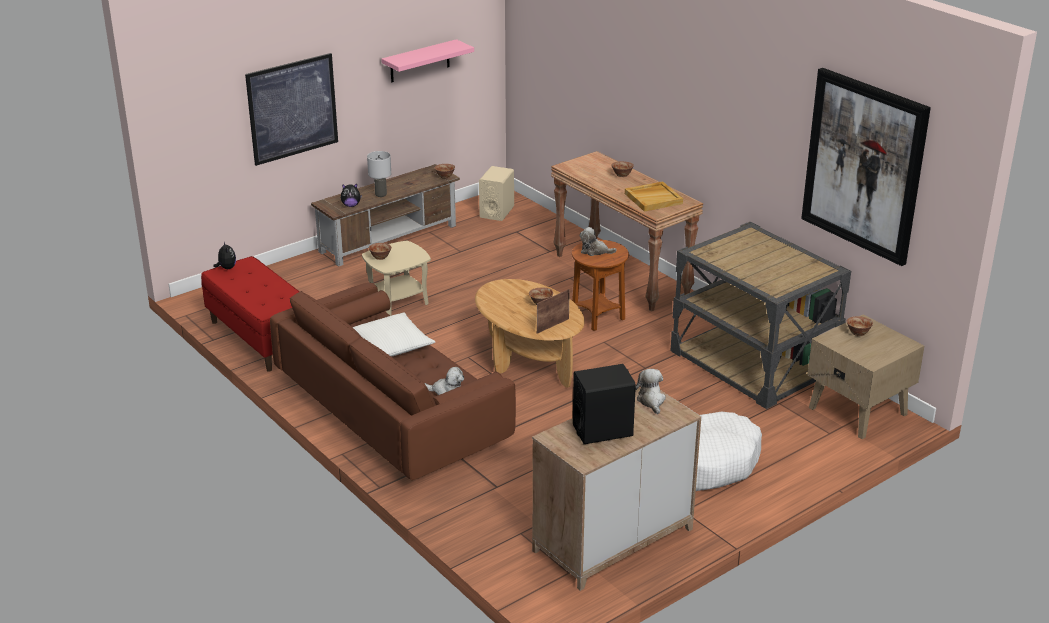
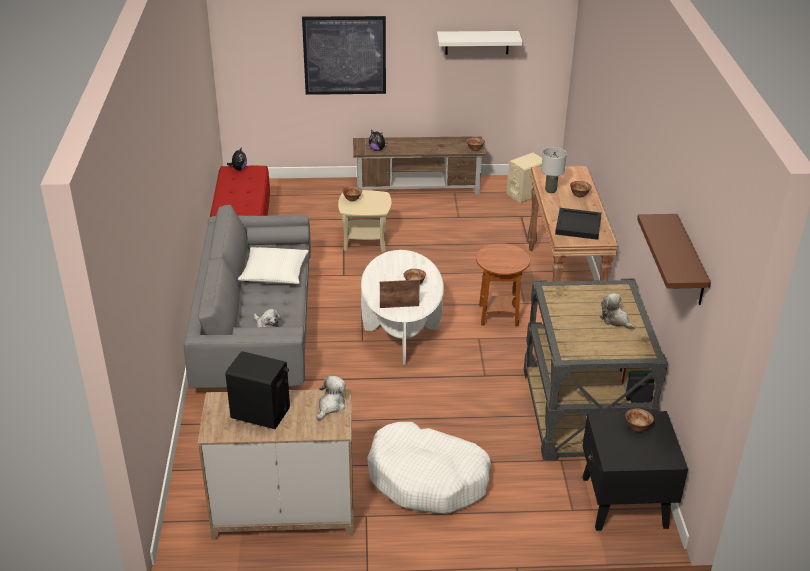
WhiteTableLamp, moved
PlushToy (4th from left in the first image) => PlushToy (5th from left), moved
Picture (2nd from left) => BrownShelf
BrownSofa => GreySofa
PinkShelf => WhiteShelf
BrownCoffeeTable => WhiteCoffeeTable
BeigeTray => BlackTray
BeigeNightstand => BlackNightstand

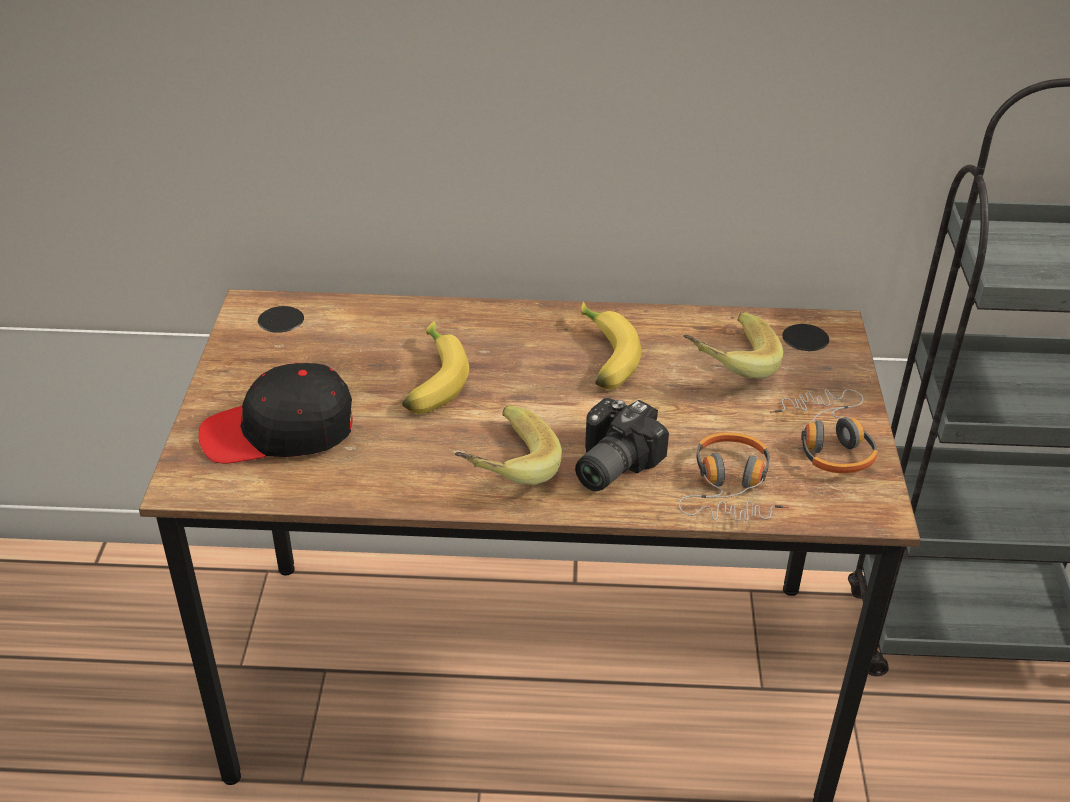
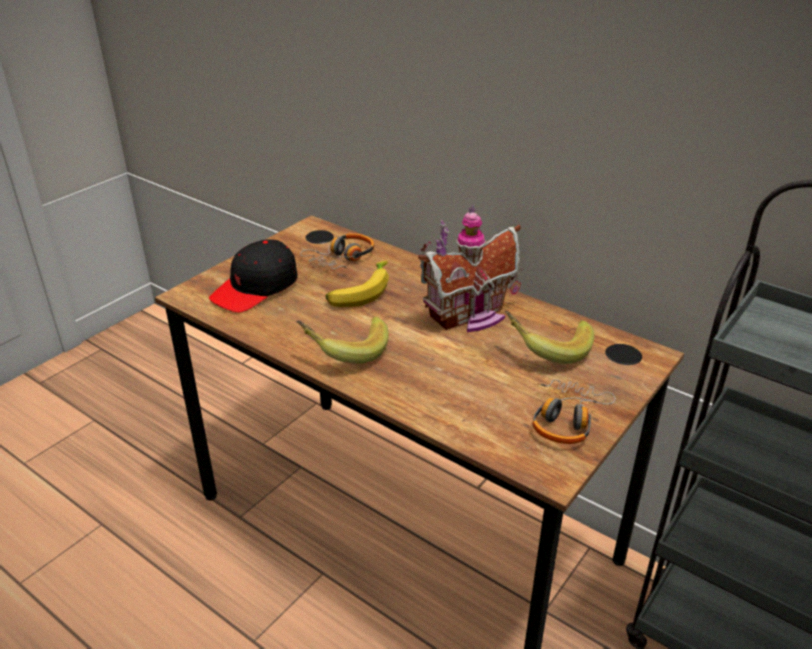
PhotoCamera => nothing
Headphones (1st from left), moved
Banana (3rd from left) => ToyHouse
BlackCap, 75 degrees counterclockwise

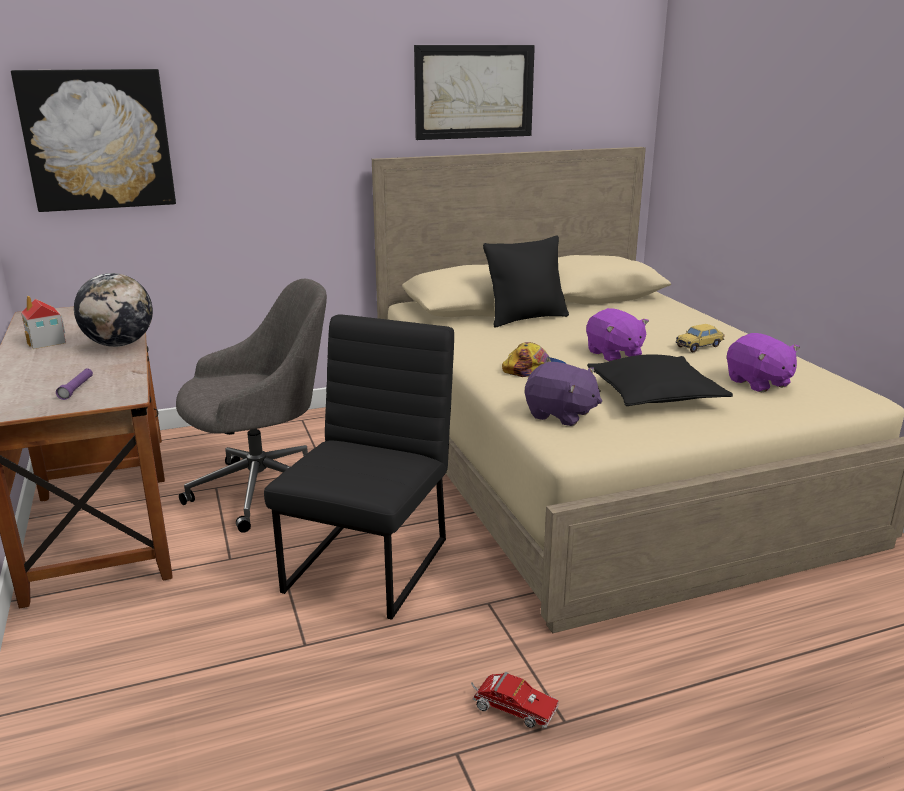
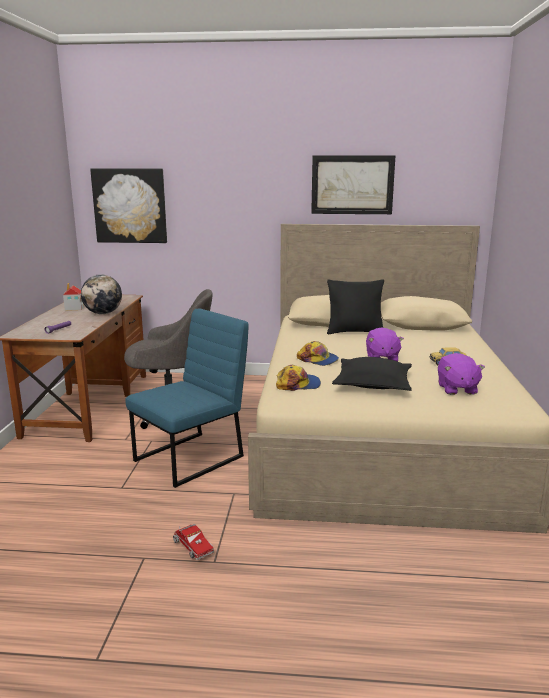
PurplePlushToy (1st from left) => Cap (1st from left)
BlackChair => BlueChair

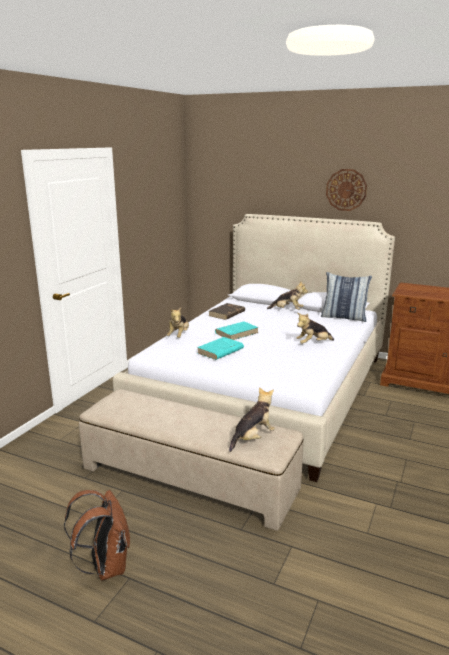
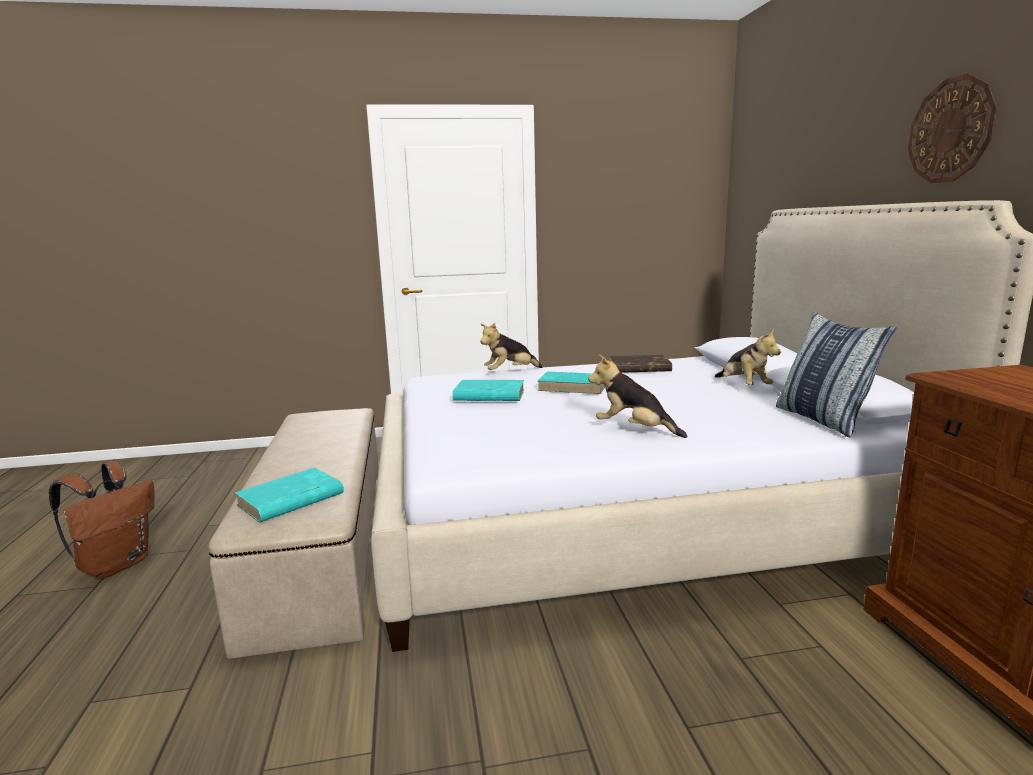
PlushToy (2nd from left) => TurquoiseBook (1st from left)

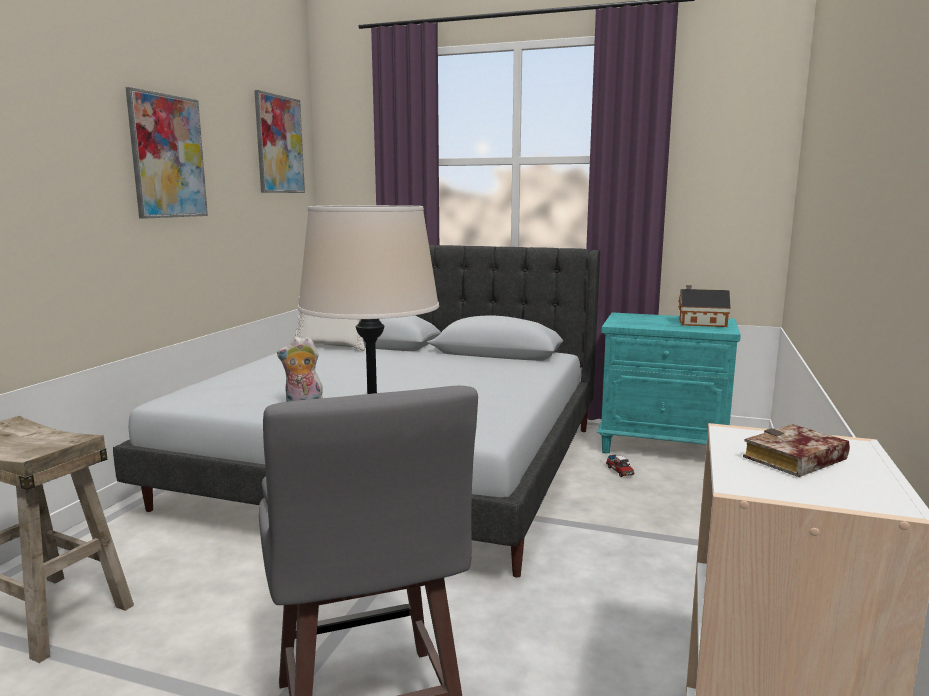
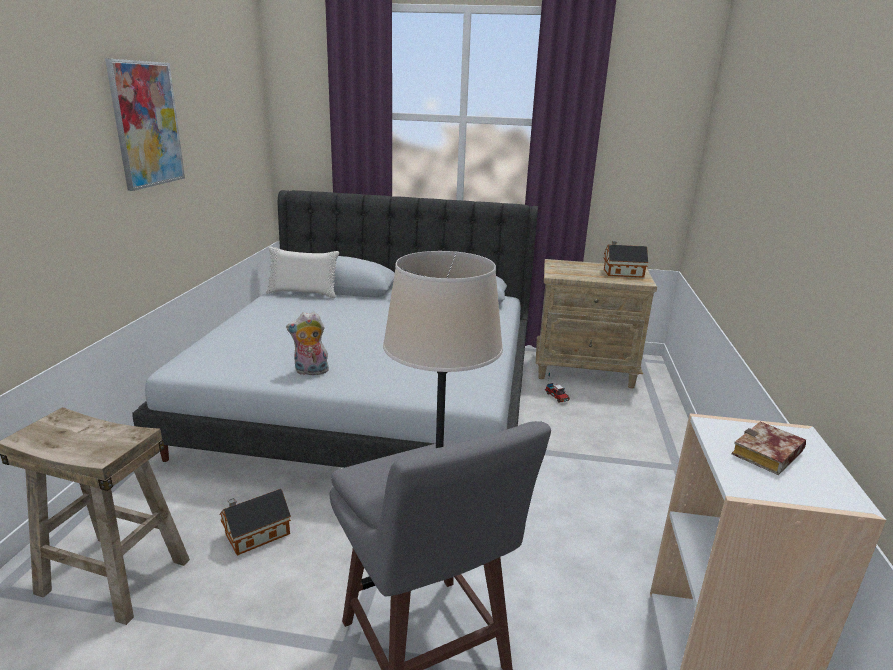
Picture (2nd from left) => nothing
nothing => ToyHouse (1st from left)
TurquoiseNightstand => BeigeNightstand

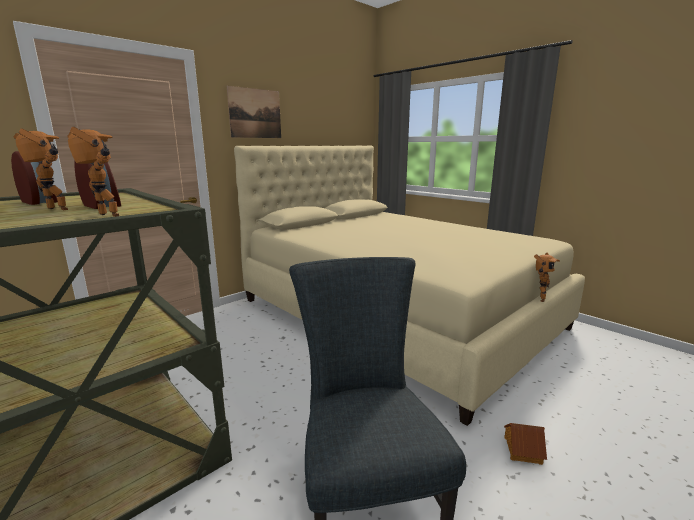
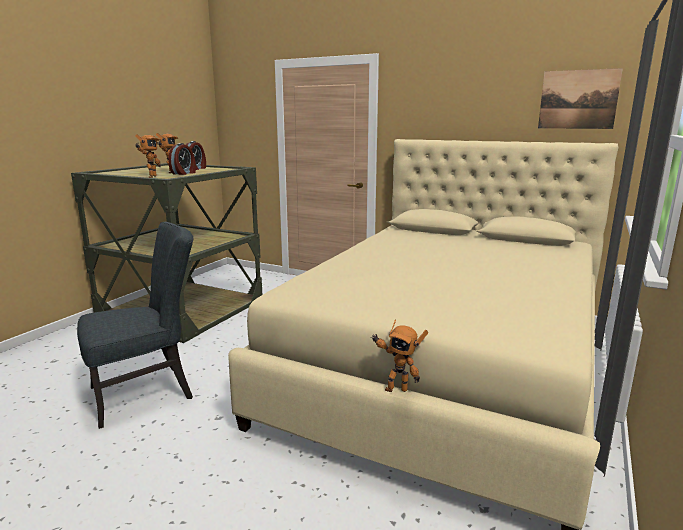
ToyHouse => nothing
Picture, moved

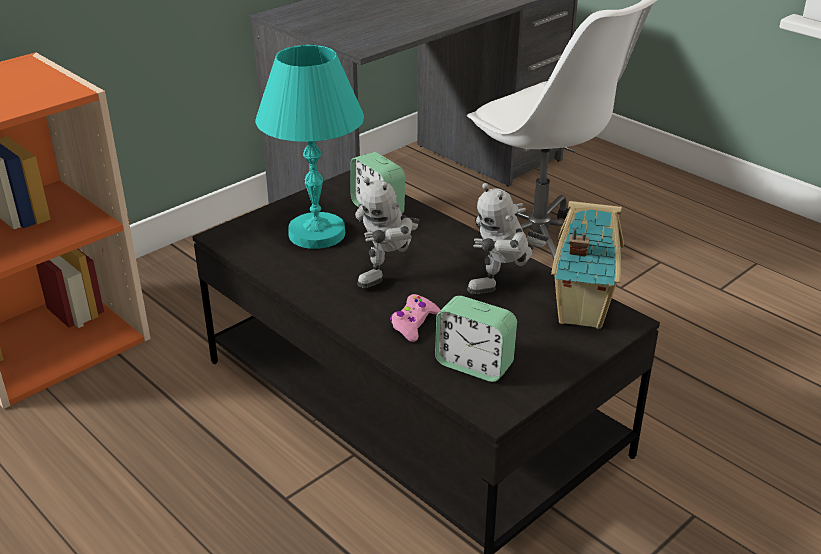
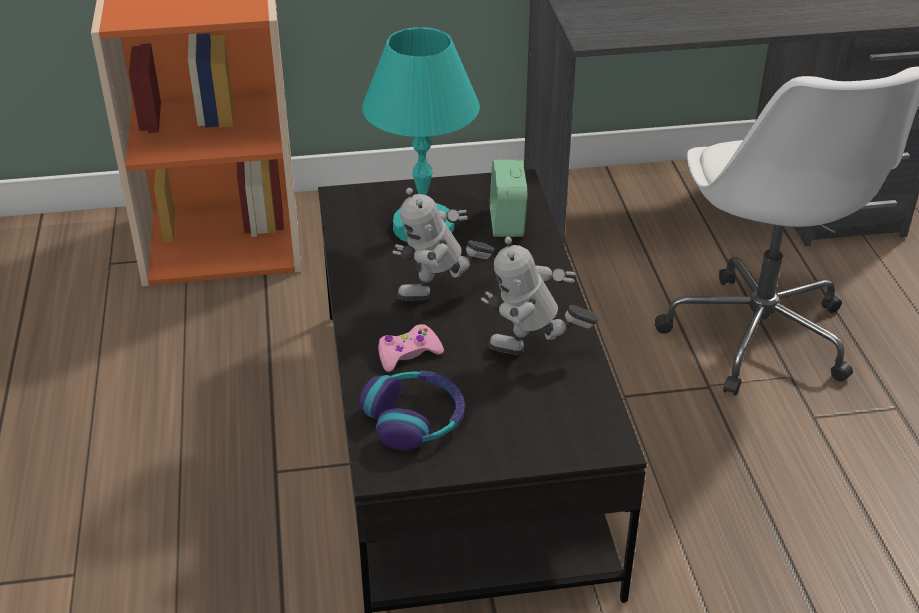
ToyHouse => nothing
AlarmClock (2nd from left) => Headphones

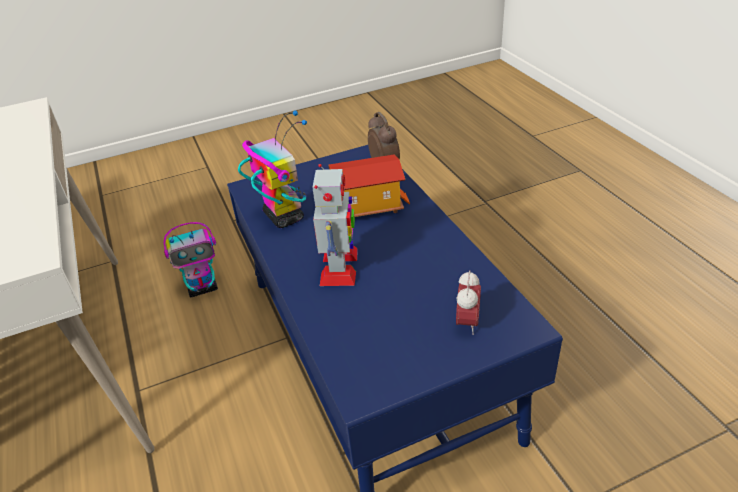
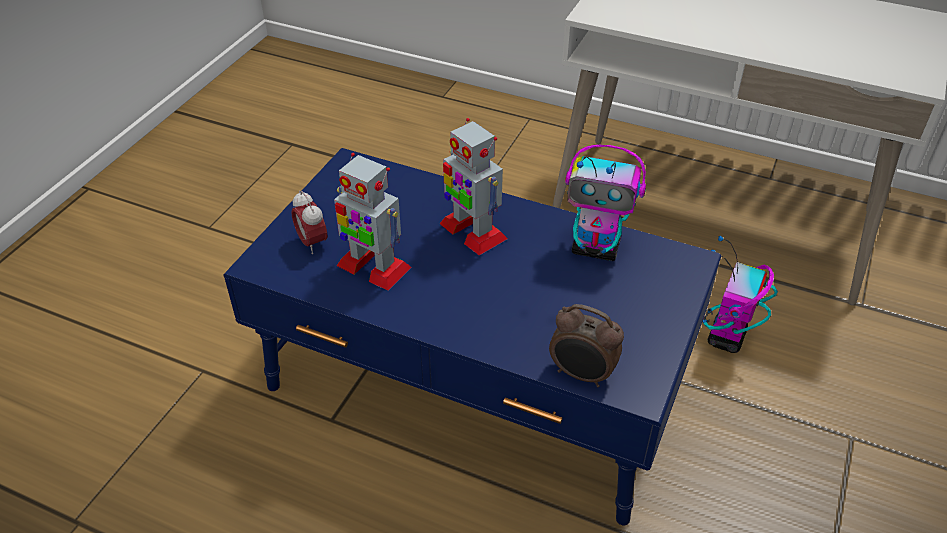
ToyHouse => nothing
nothing => ToyRobot (1st from left)

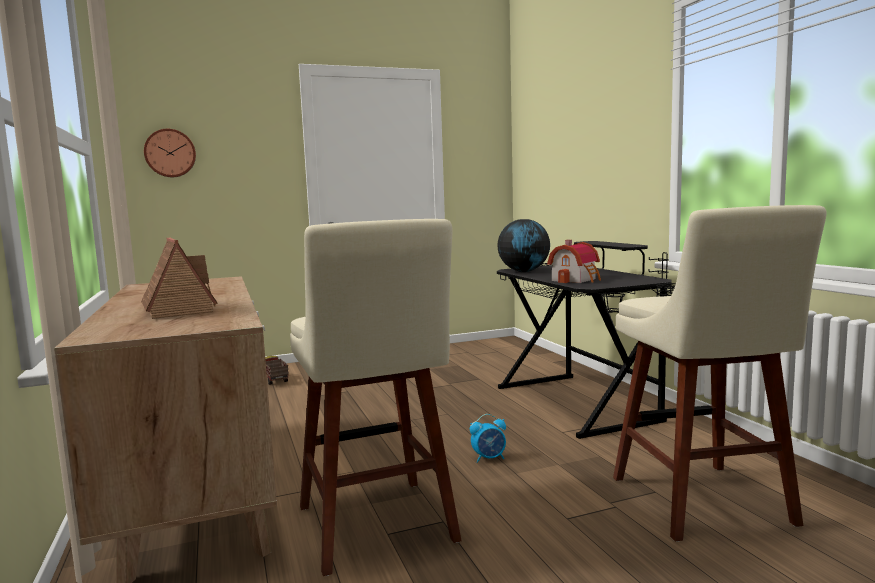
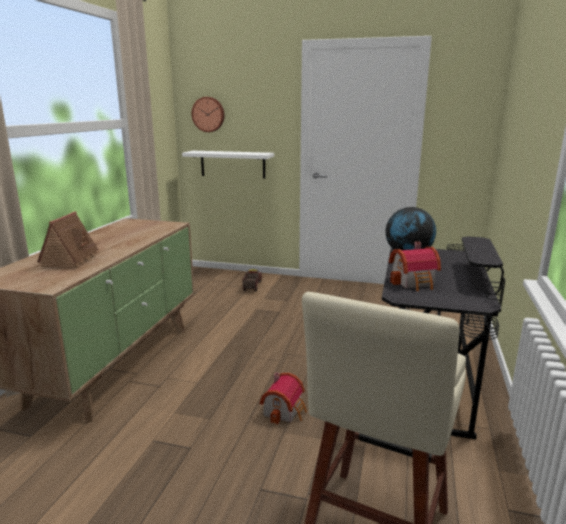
BeigeStool (1st from left) => nothing
nothing => WhiteShelf
AlarmClock => ToyHouse (2nd from left)

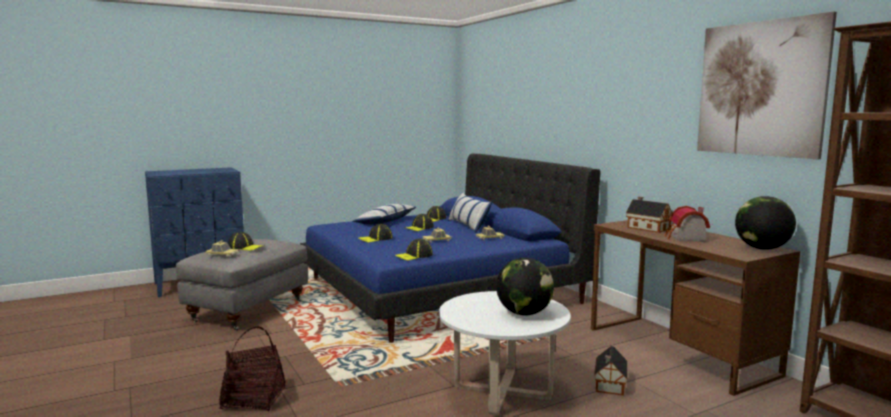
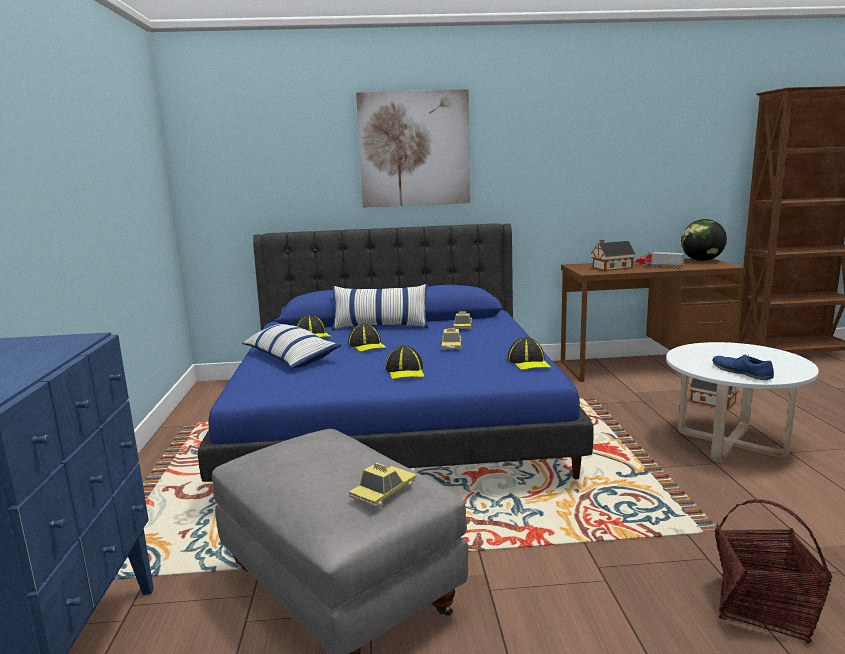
Cap (1st from left) => nothing
Globe (1st from left) => nothing
nothing => BlueShoe
Picture, moved
ToyHouse (3rd from left) => ToyTruck

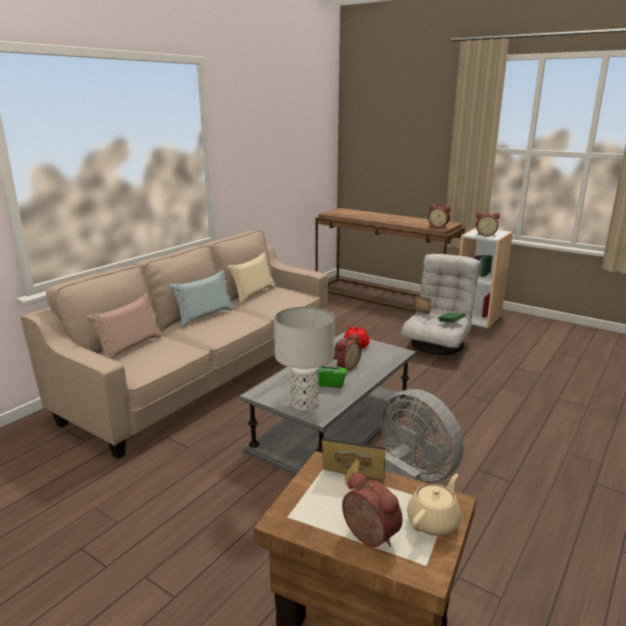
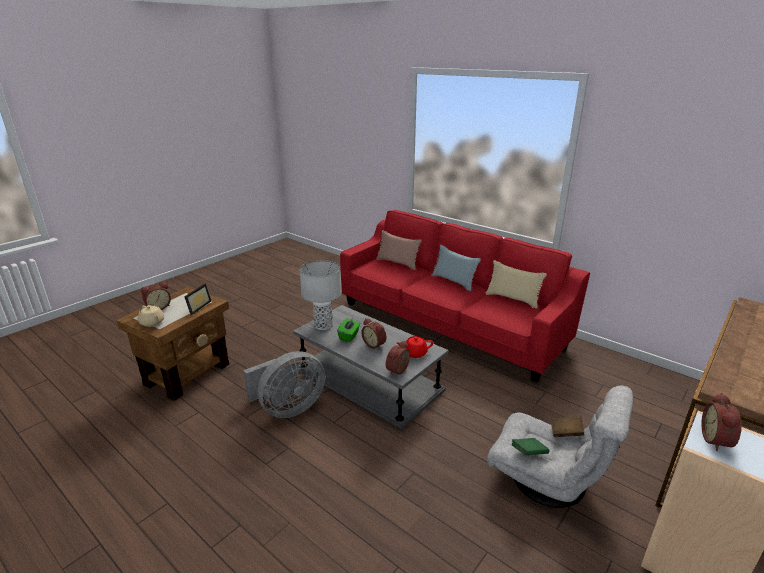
AlarmClock (3rd from left), moved
BeigeSofa => RedSofa

